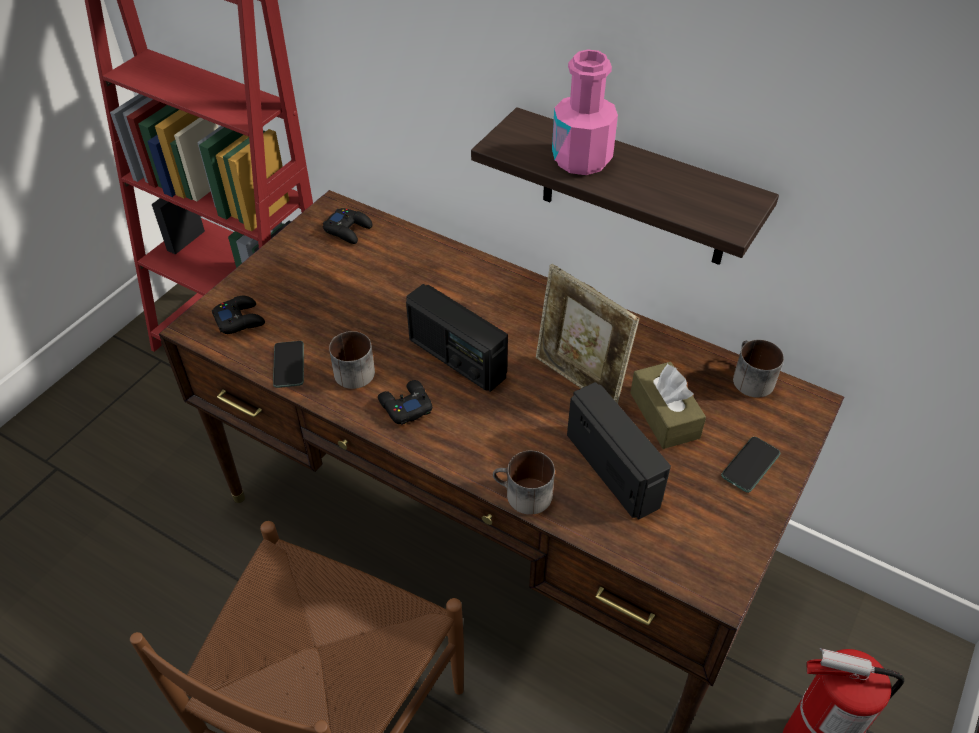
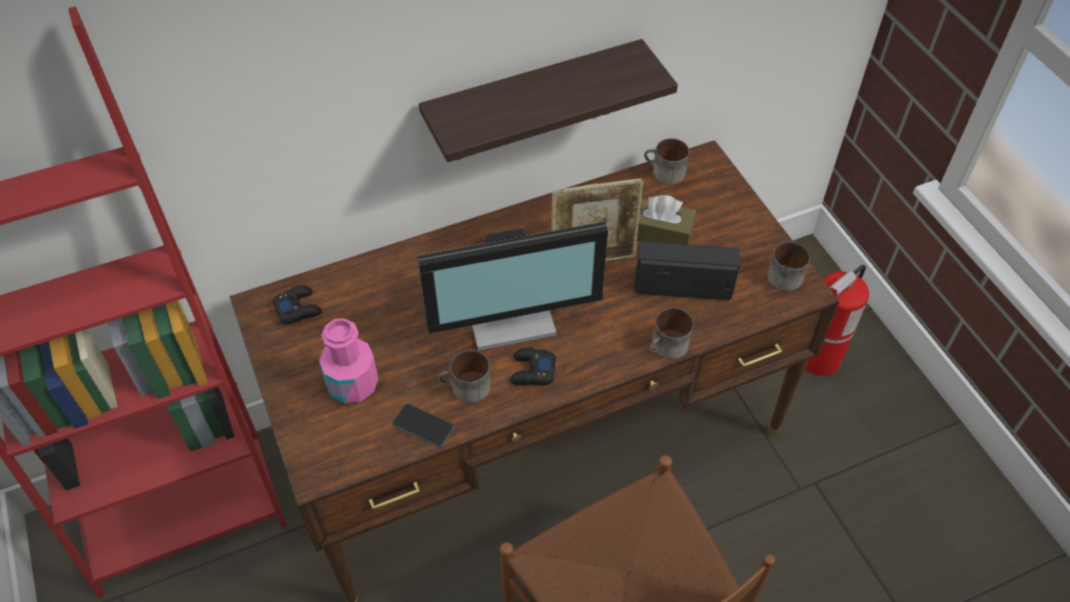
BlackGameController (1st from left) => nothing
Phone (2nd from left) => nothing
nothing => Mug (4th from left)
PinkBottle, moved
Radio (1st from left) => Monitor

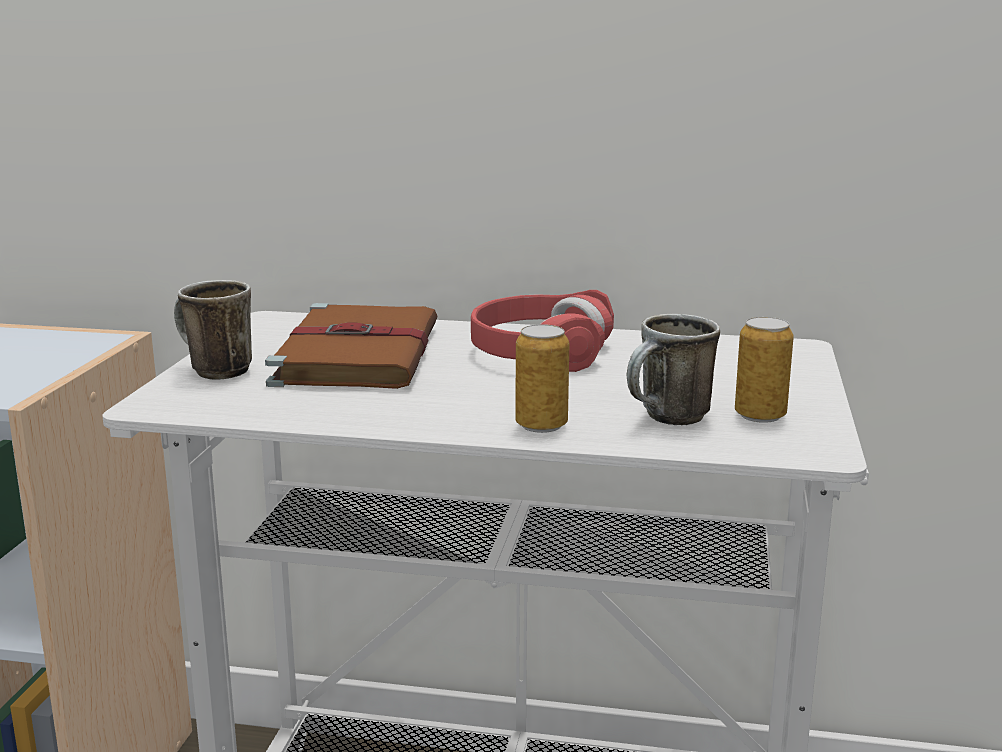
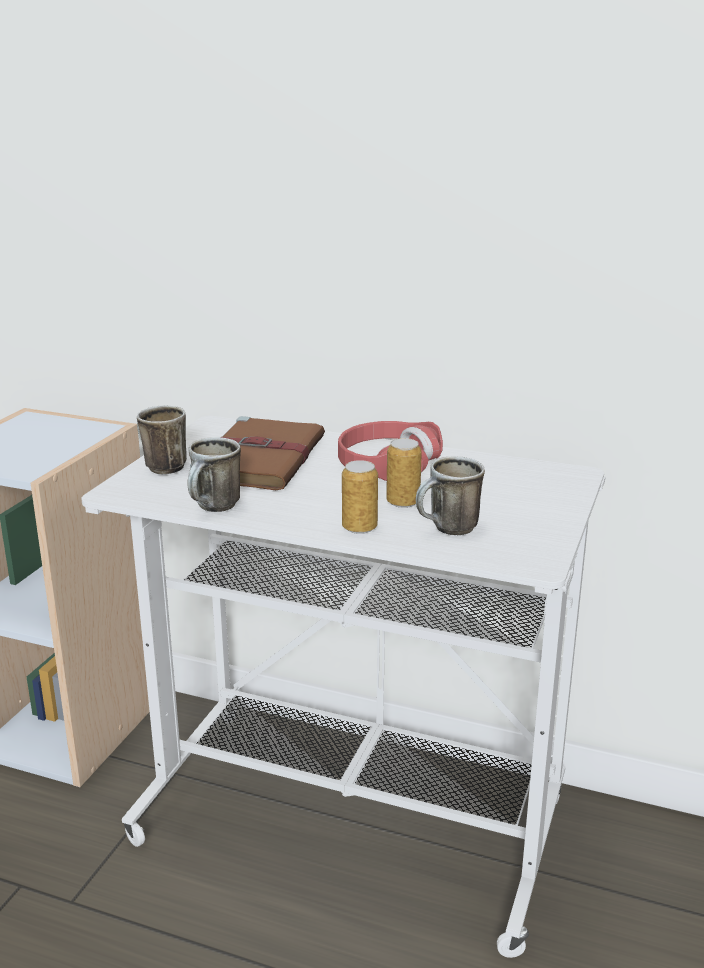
nothing => Mug (2nd from left)
Can (2nd from left), moved

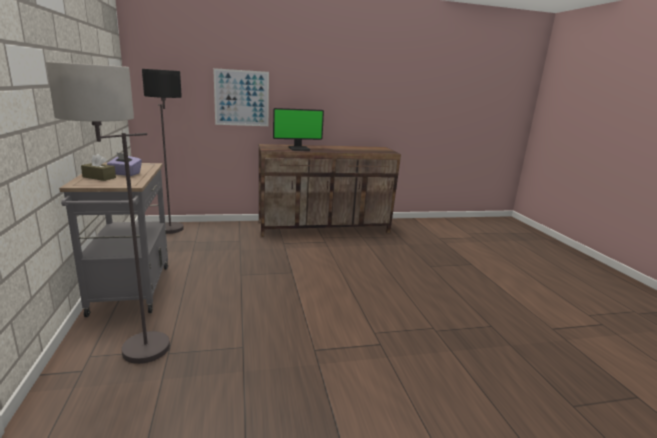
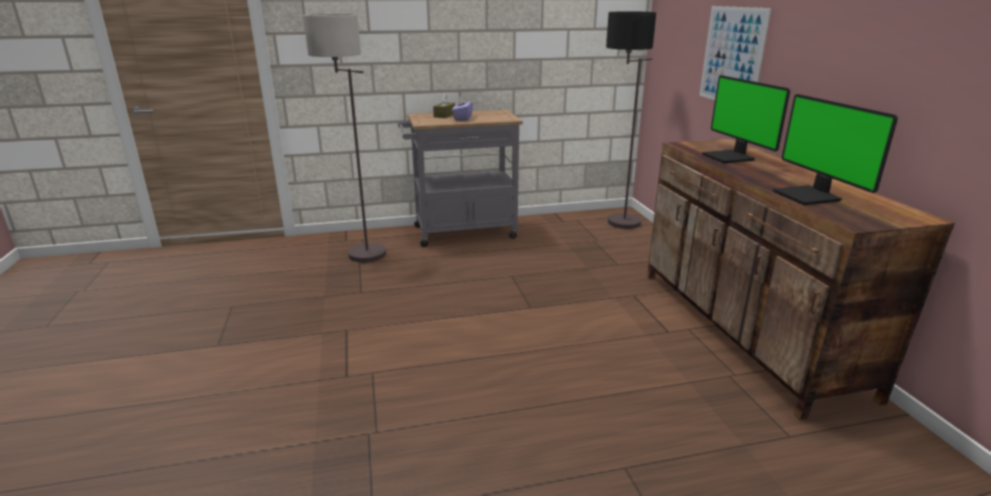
nothing => Monitor (2nd from left)

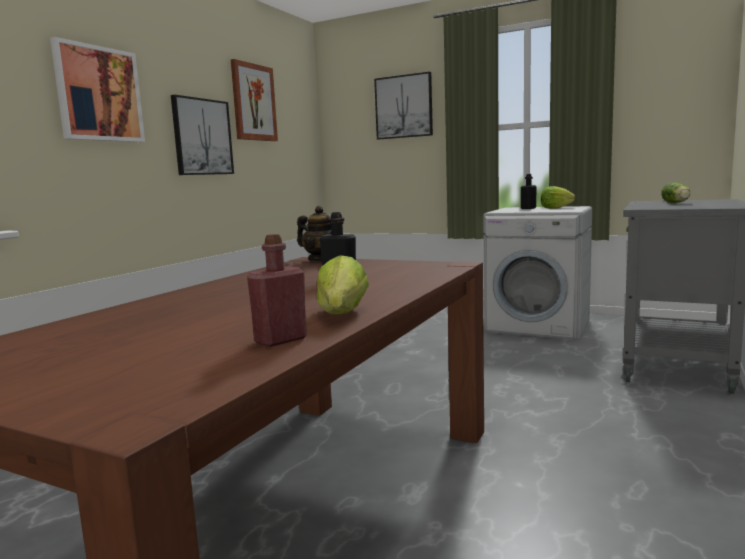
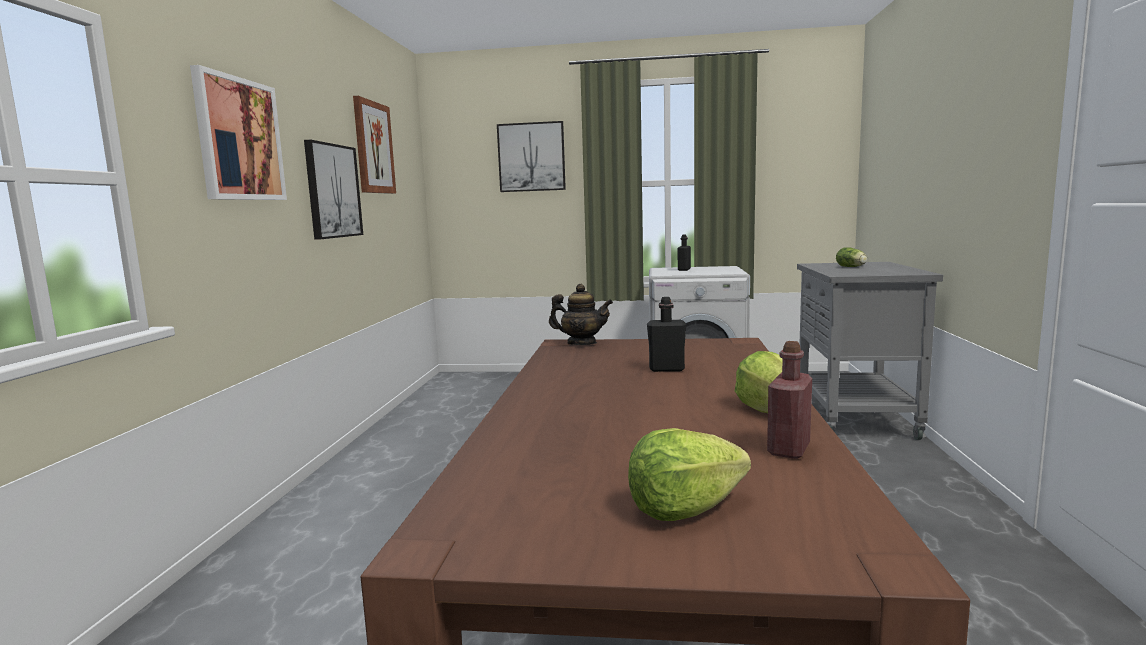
Lettuce (2nd from left in the first image) => Lettuce (1st from left), moved

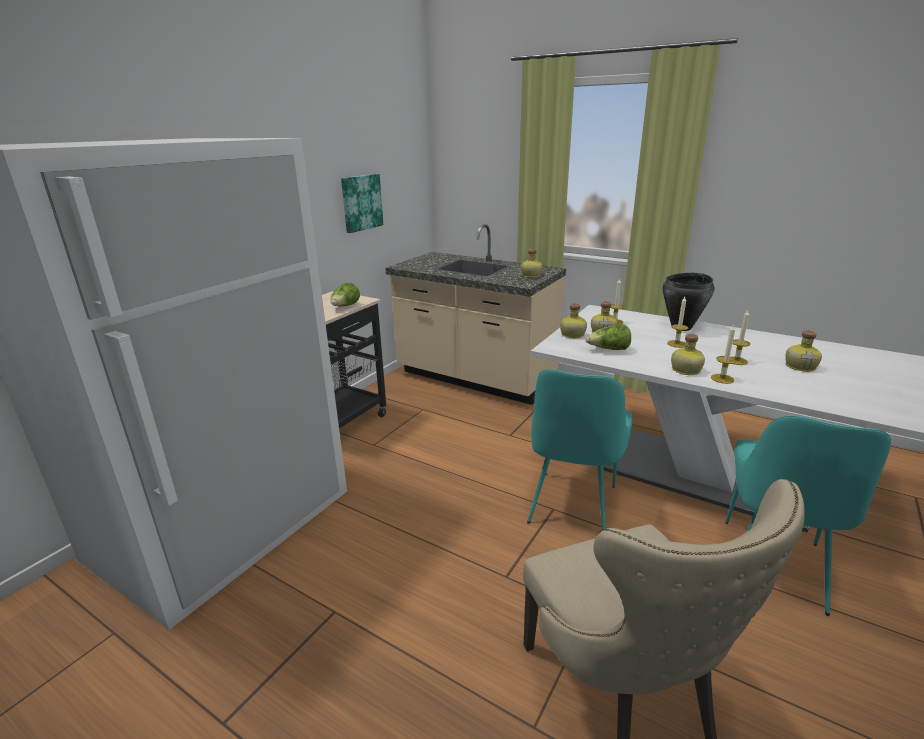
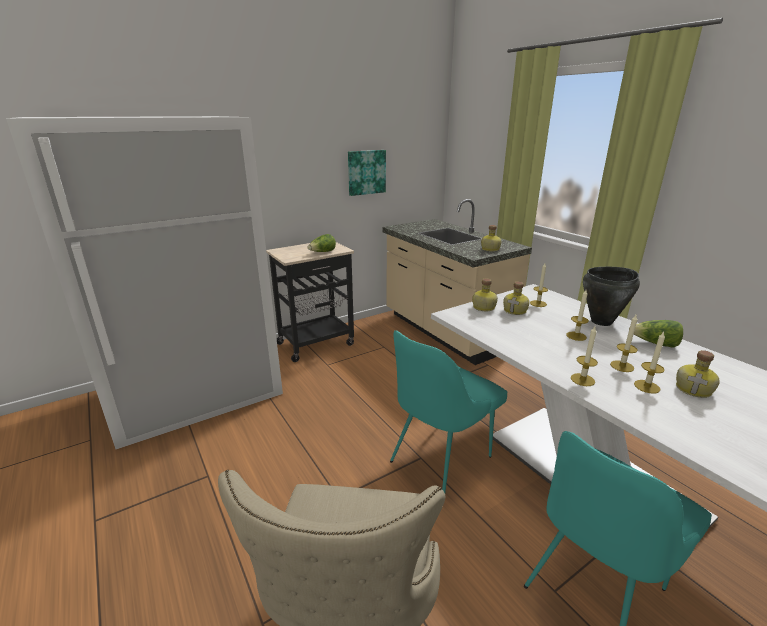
Bottle (4th from left) => nothing
nothing => Candle (5th from left)
Lettuce (2nd from left), moved

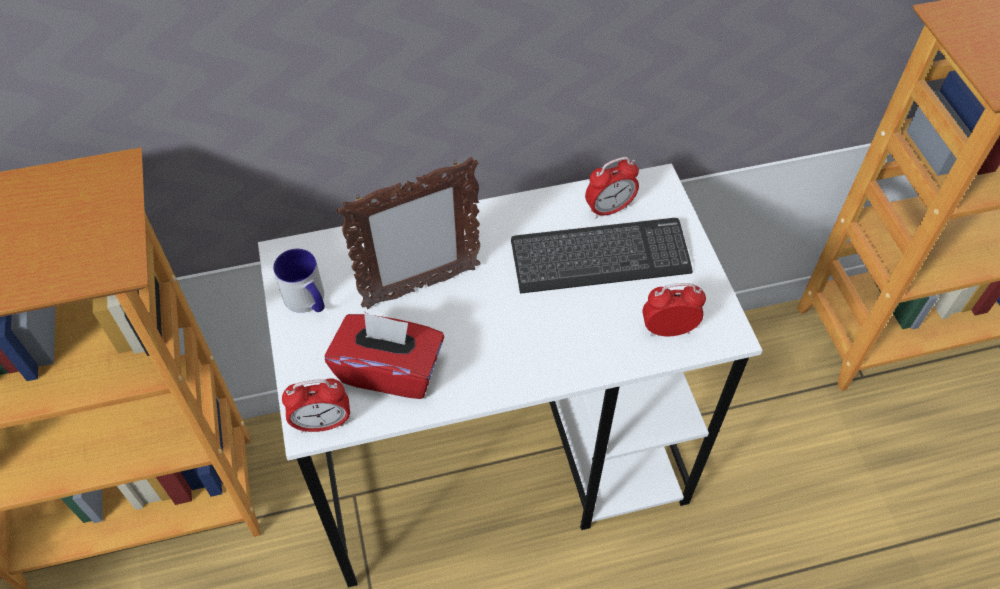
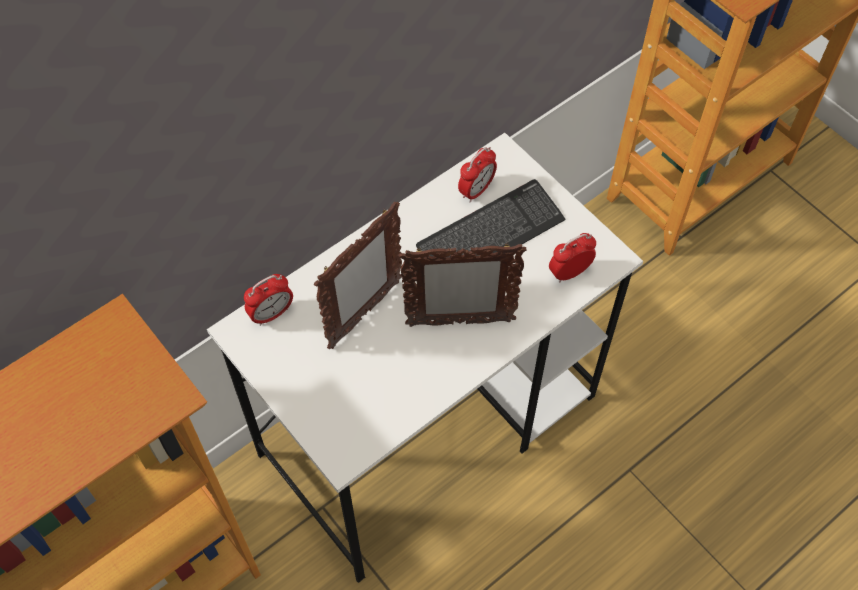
Mug => nothing
RedTissueBox => nothing
nothing => PictureFrame (2nd from left)
AlarmClock (1st from left), moved

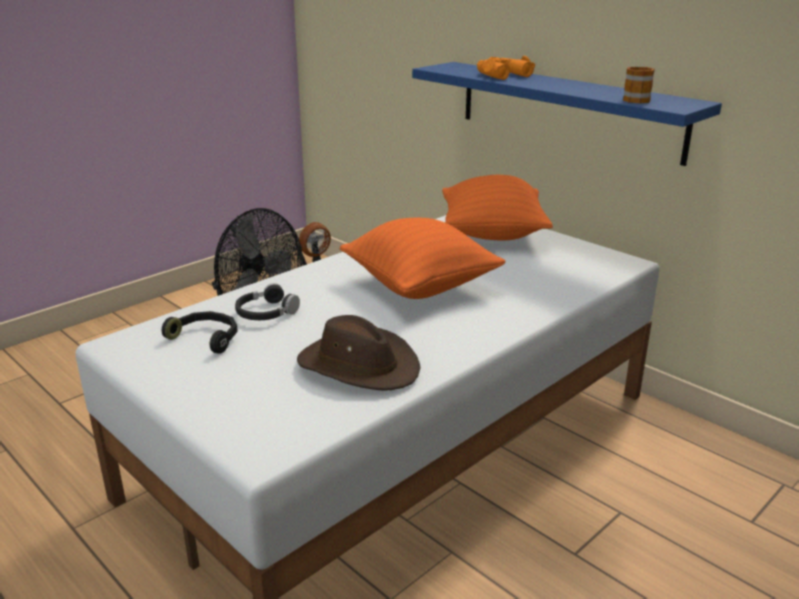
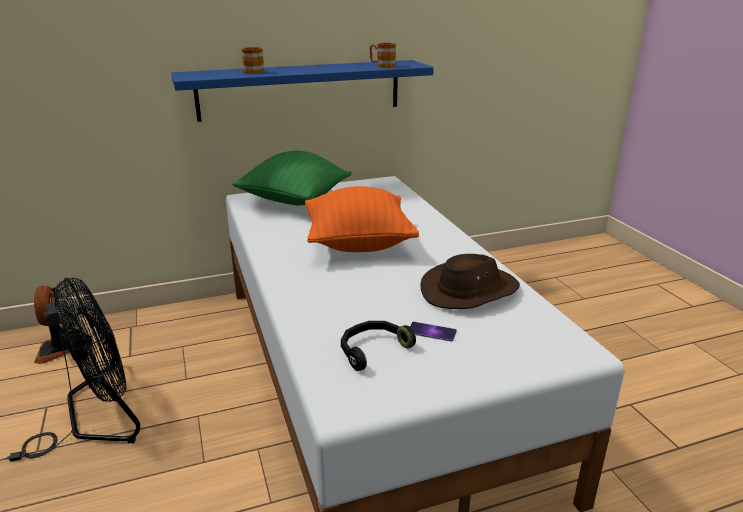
BlackHeadphones (2nd from left) => nothing
nothing => Phone
OrangeBinoculars => Mug (1st from left)
OrangePillow (2nd from left) => GreenPillow

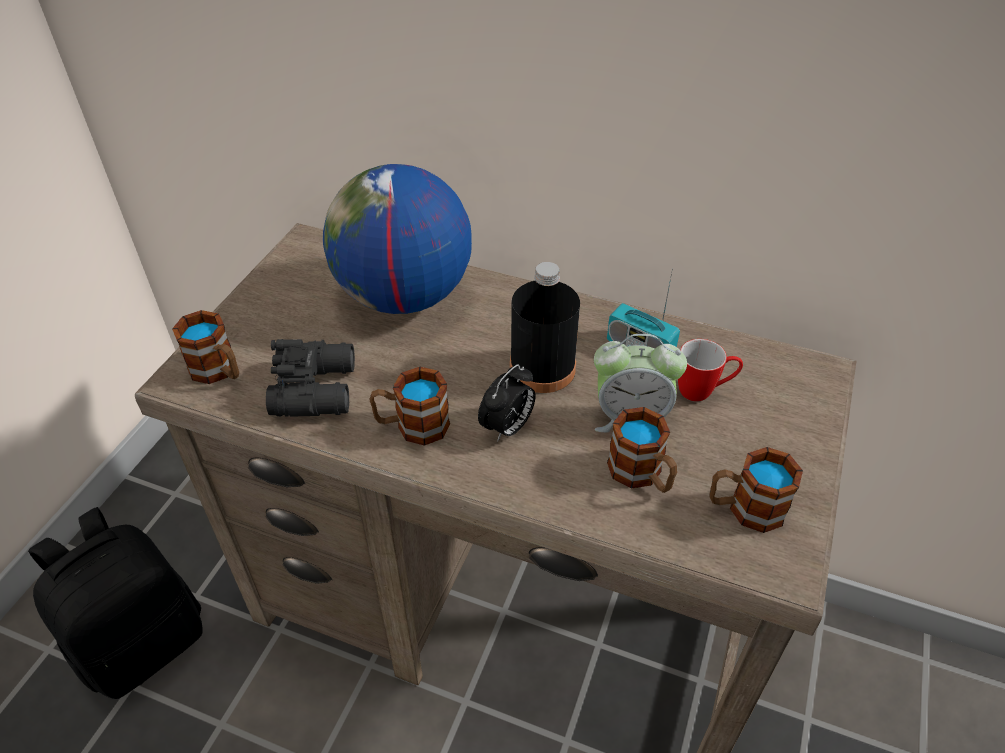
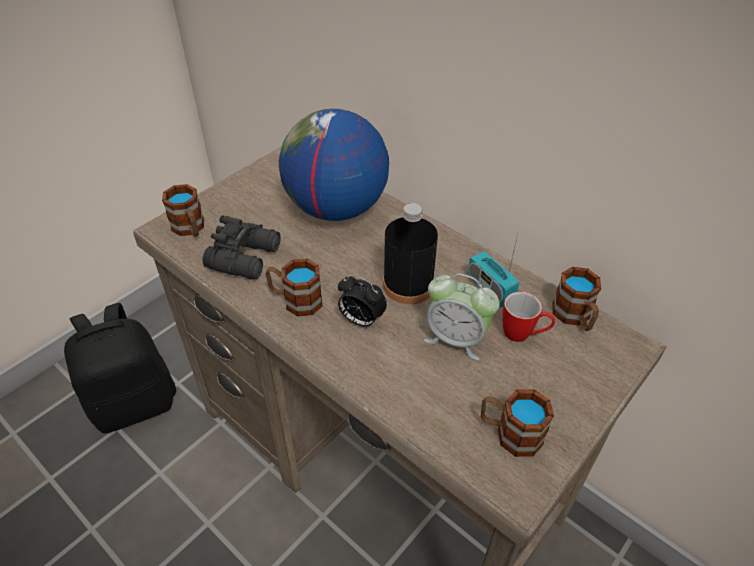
Mug (3rd from left in the first image) => Mug (5th from left), moved
AlarmClock (1st from left), 60 degrees clockwise

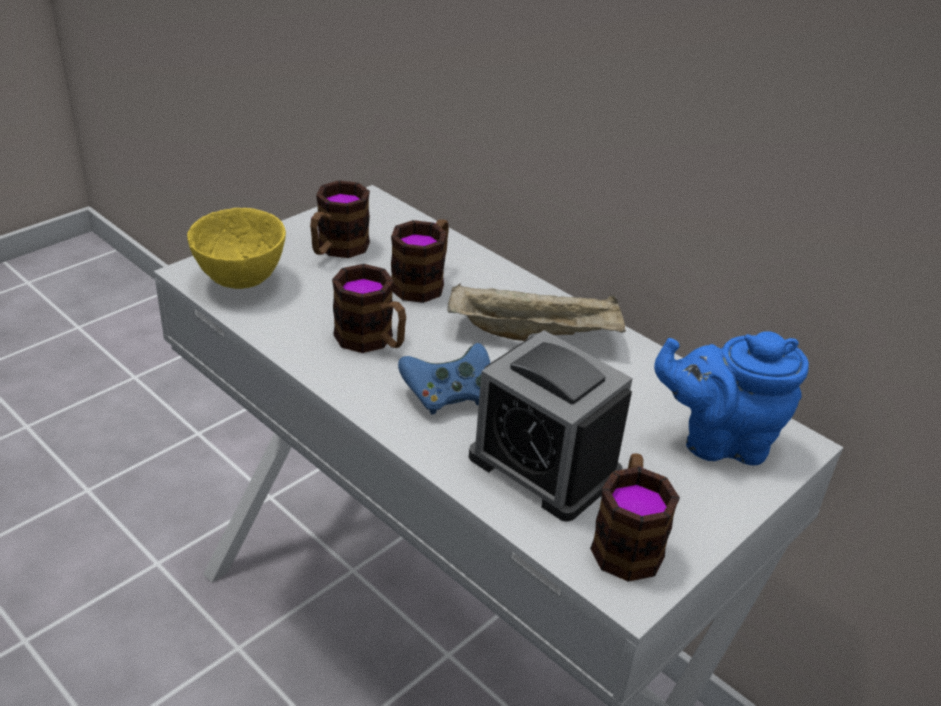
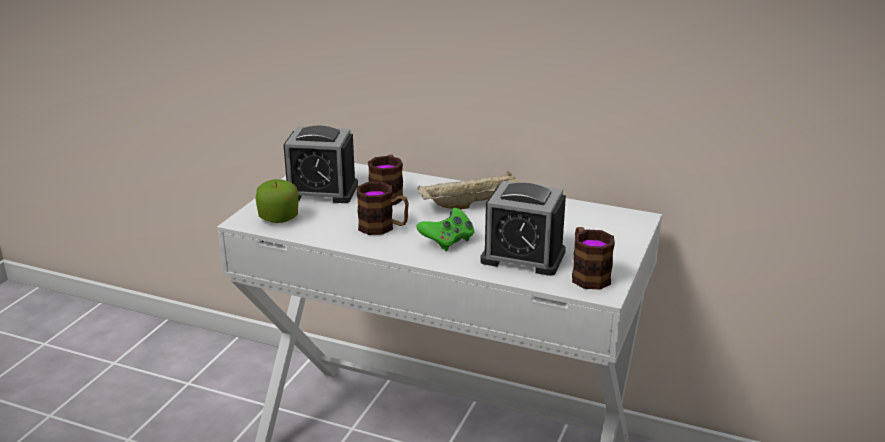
BlueTeapot => nothing
YellowBowl => Apple
Mug (1st from left) => AlarmClock (1st from left)
BlueGameController => GreenGameController

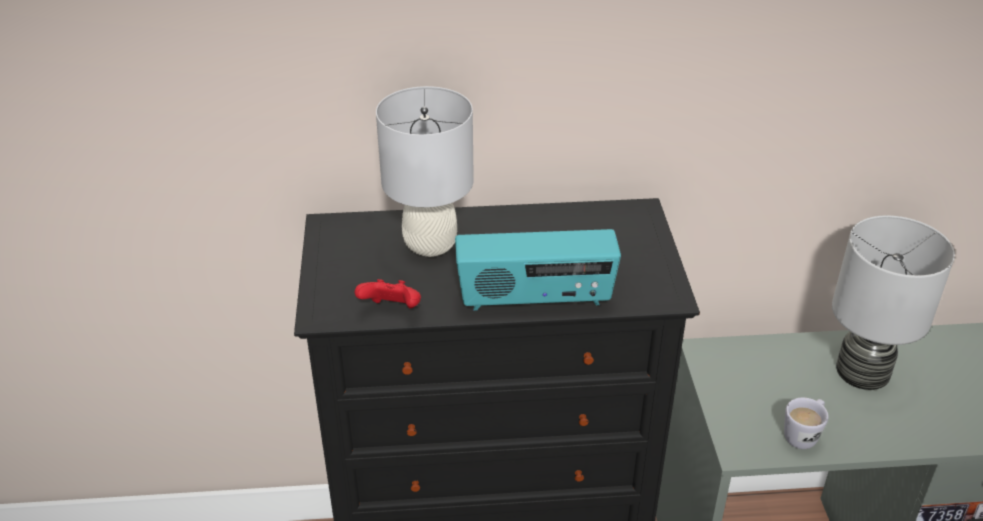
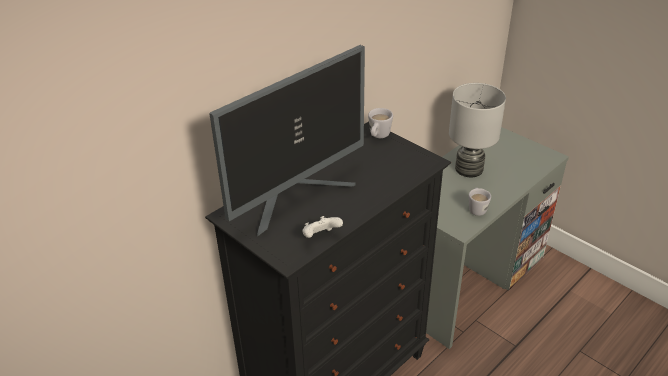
Radio => nothing
nothing => WhiteMug (1st from left)
GreyTableLamp (1st from left) => Monitor
RedGameController => WhiteGameController

